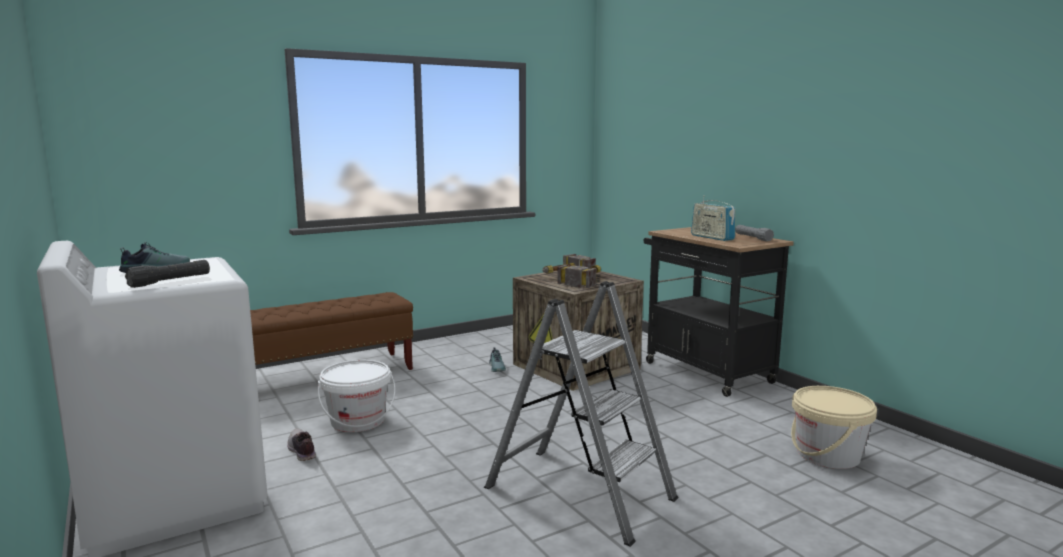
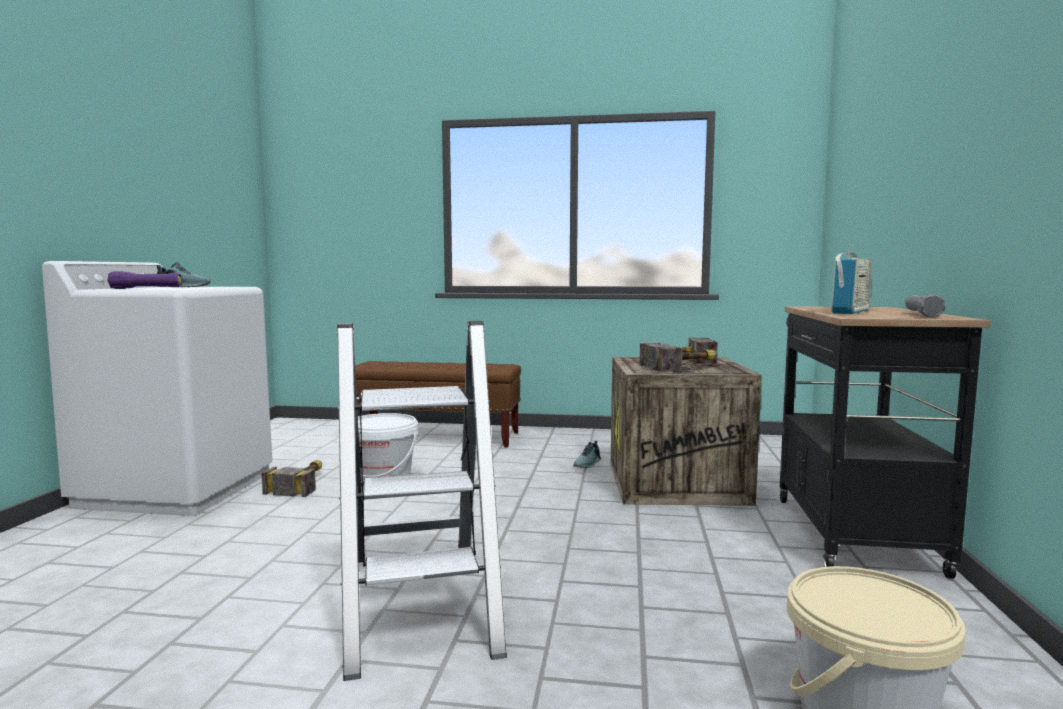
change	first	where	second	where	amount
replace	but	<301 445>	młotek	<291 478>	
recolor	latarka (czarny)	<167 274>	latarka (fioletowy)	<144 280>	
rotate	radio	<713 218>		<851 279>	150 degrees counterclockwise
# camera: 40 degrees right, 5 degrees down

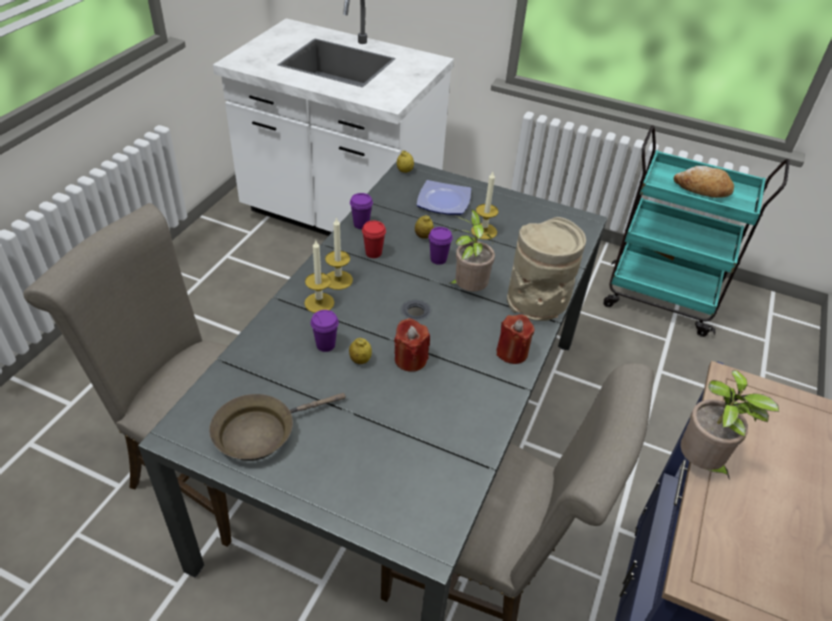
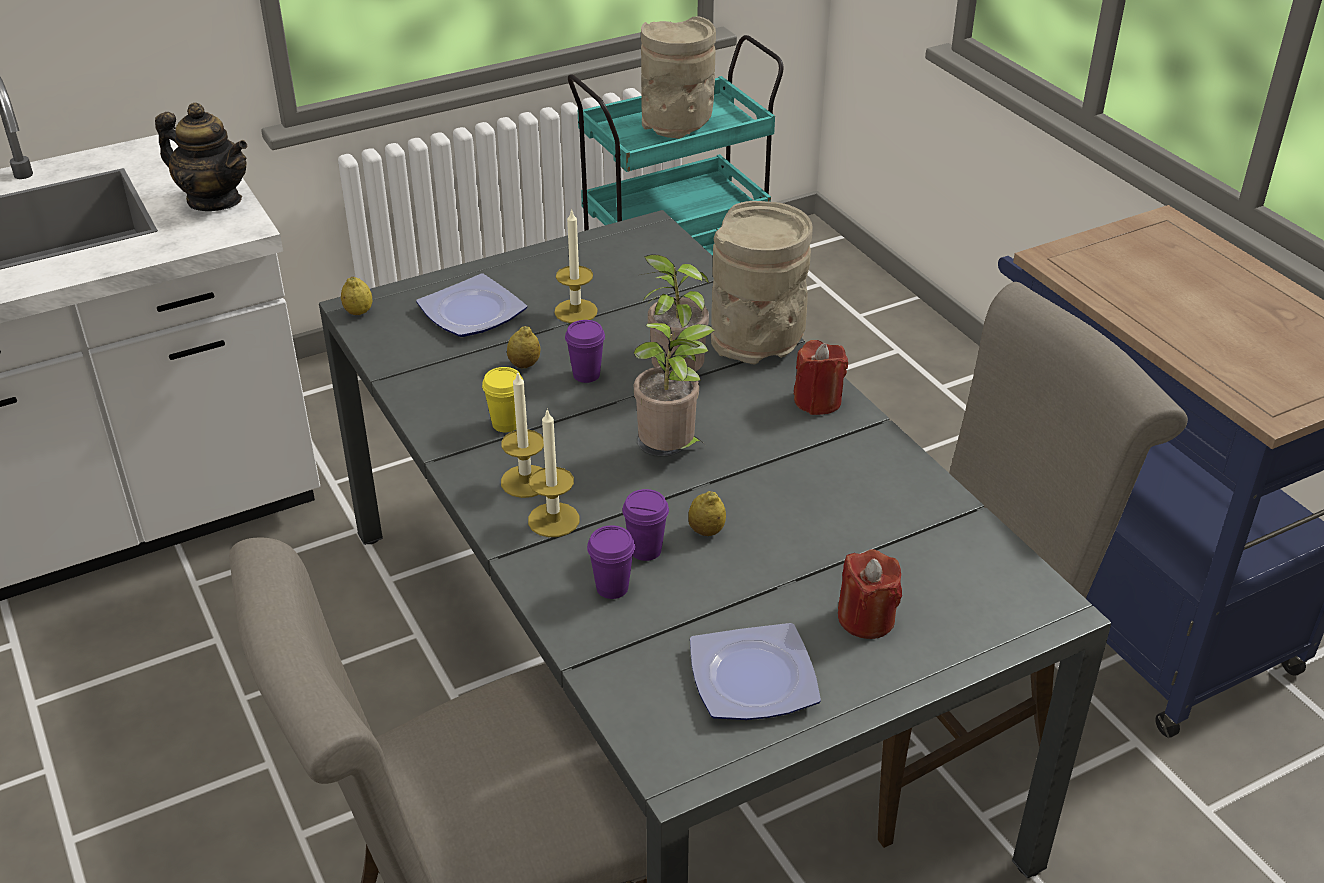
change	first	where	second	where	amount
insert			imbryk	<201 156>	
move	filiżanka (fioletowy)	<361 211>		<611 562>	
move	świeca (czerwony)	<412 345>		<870 594>	
move	roślina doniczkowa	<729 425>		<674 387>	
replace	patelnia (brązowy)	<277 427>	talerz	<755 671>	
replace	chleb	<703 182>	wazon (beżowy)	<678 77>	
recolor	filiżanka (czerwony)	<374 239>	filiżanka (żółty)	<502 399>	
# camera: 50 degrees left, 5 degrees down

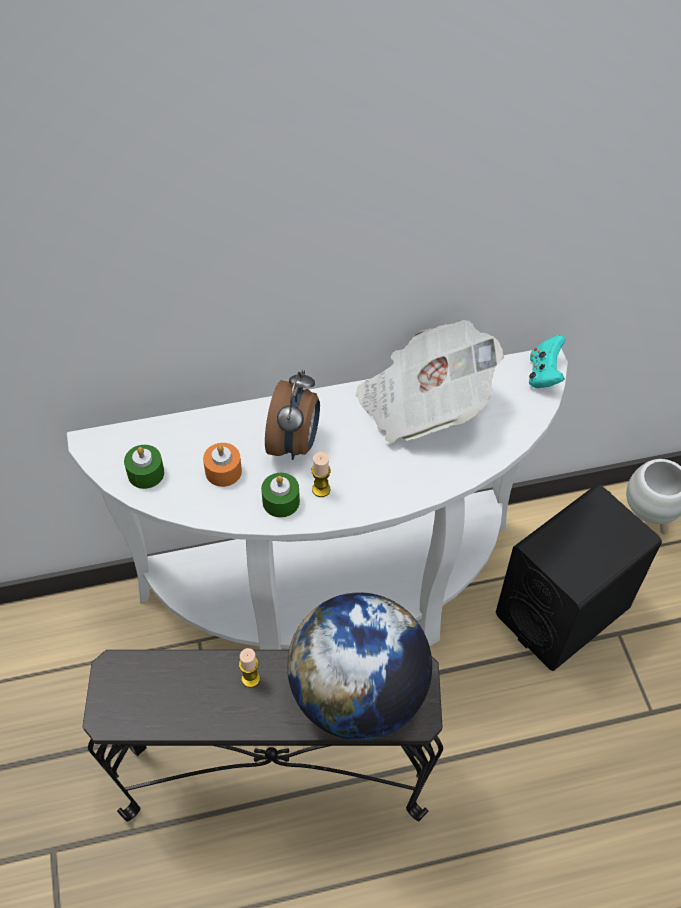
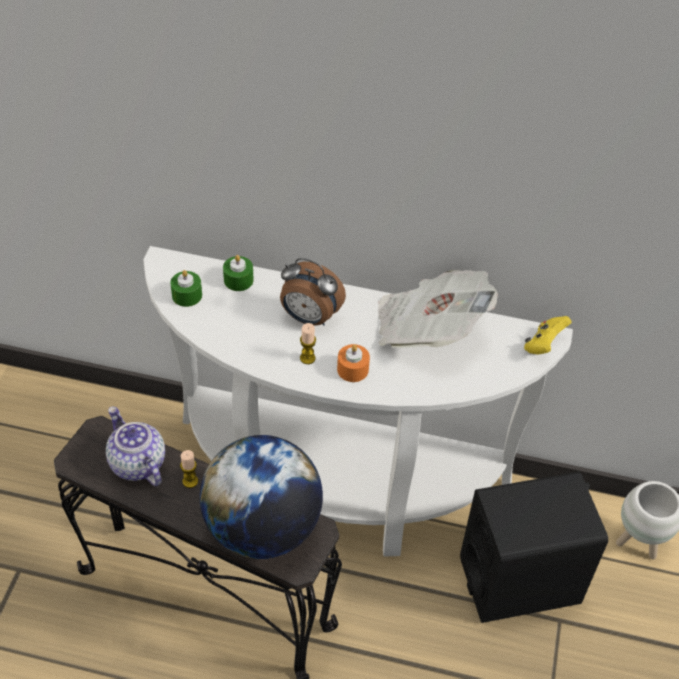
change	first	where	second	where	amount
insert			imbryk	<135 446>	
move	świeca (pomarańczowy)	<222 465>		<353 363>	
move	świeca (zielony)	<280 495>		<238 273>	
recolor	pad do gier (turkusowy)	<547 361>	pad do gier (żółty)	<547 335>	
rotate	budzik	<292 415>		<313 292>	75 degrees clockwise
# camera: 25 degrees right, 5 degrees down

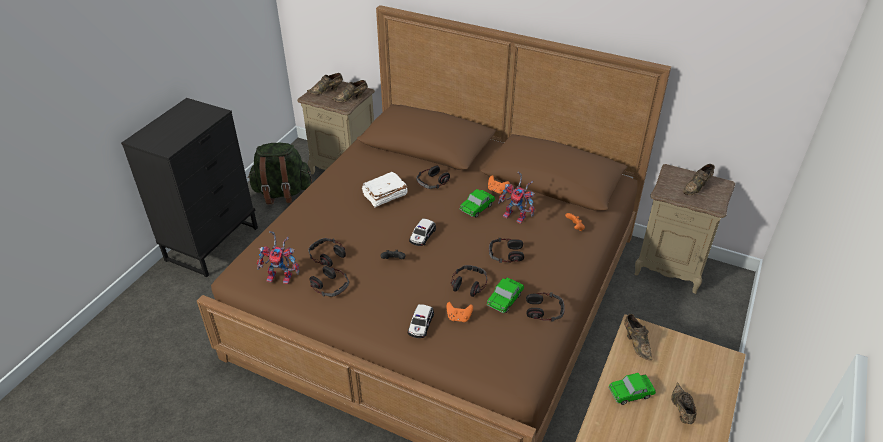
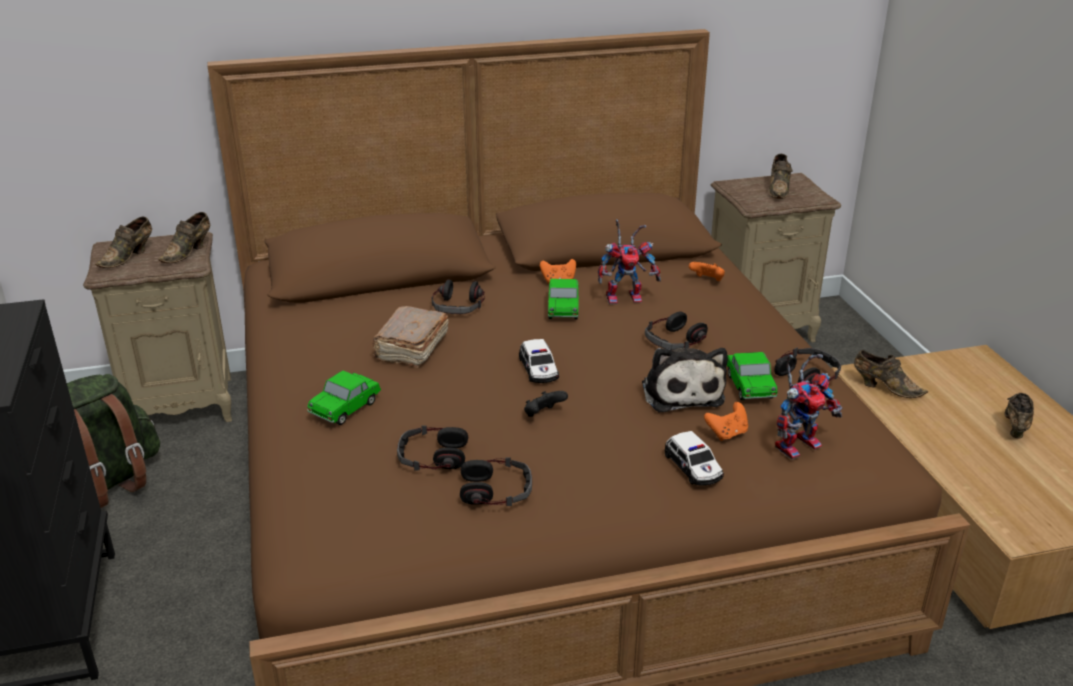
change	first	where	second	where	amount
move	robot zabawkowy	<278 257>		<808 407>	
move	samochodzik	<632 389>		<344 398>	
replace	słuchawki	<469 281>	pluszak	<685 380>	
recolor	książka (biały)	<384 190>	książka (brązowy)	<410 337>	
rotate	but (brązowy)	<684 403>		<1019 415>	60 degrees clockwise
# camera: 40 degrees left, 10 degrees down

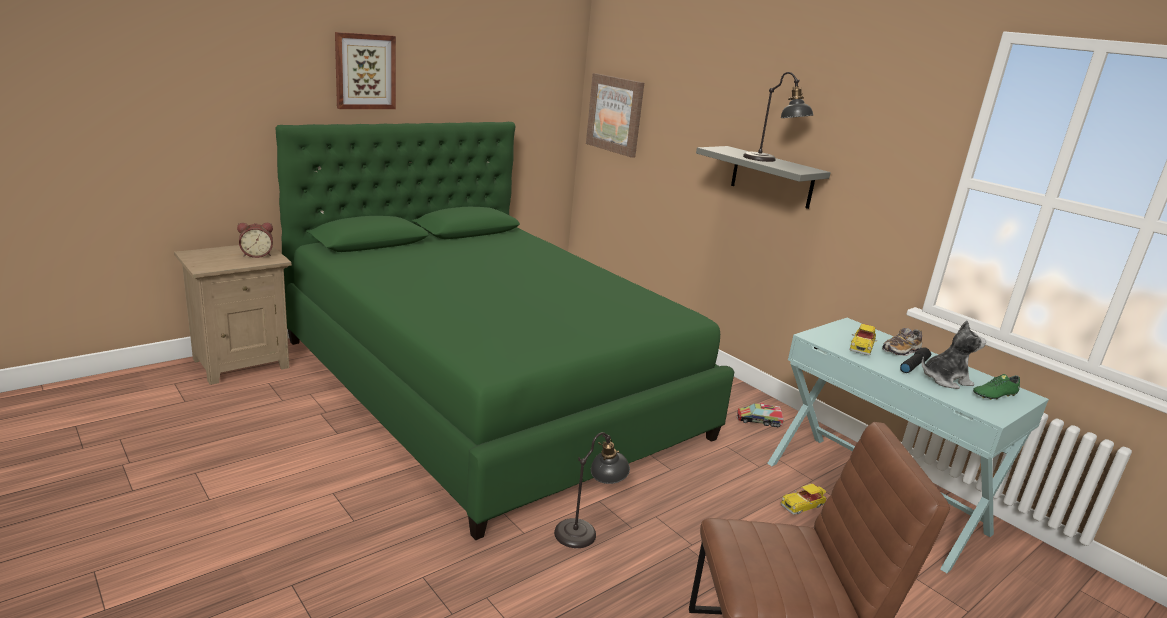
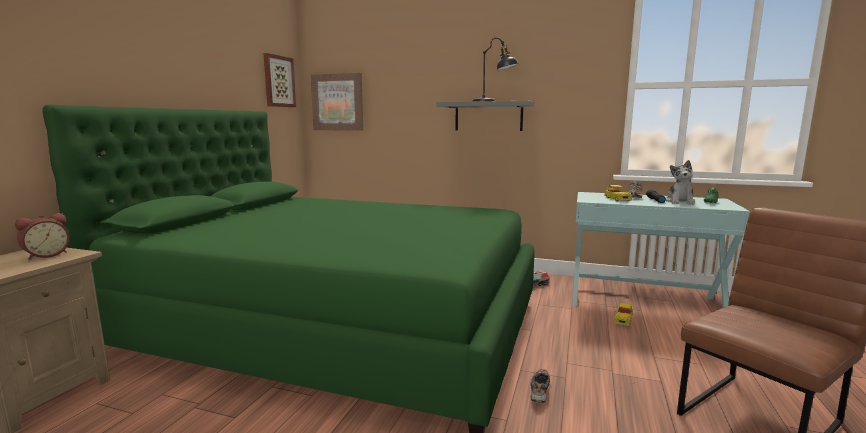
change	first	where	second	where	amount
move	obraz	<365 70>		<279 80>	
replace	lampa stołowa (szary)	<592 490>	but	<540 386>	
rotate	pluszak	<953 355>		<680 182>	150 degrees clockwise
# camera: 30 degrees left, 10 degrees down

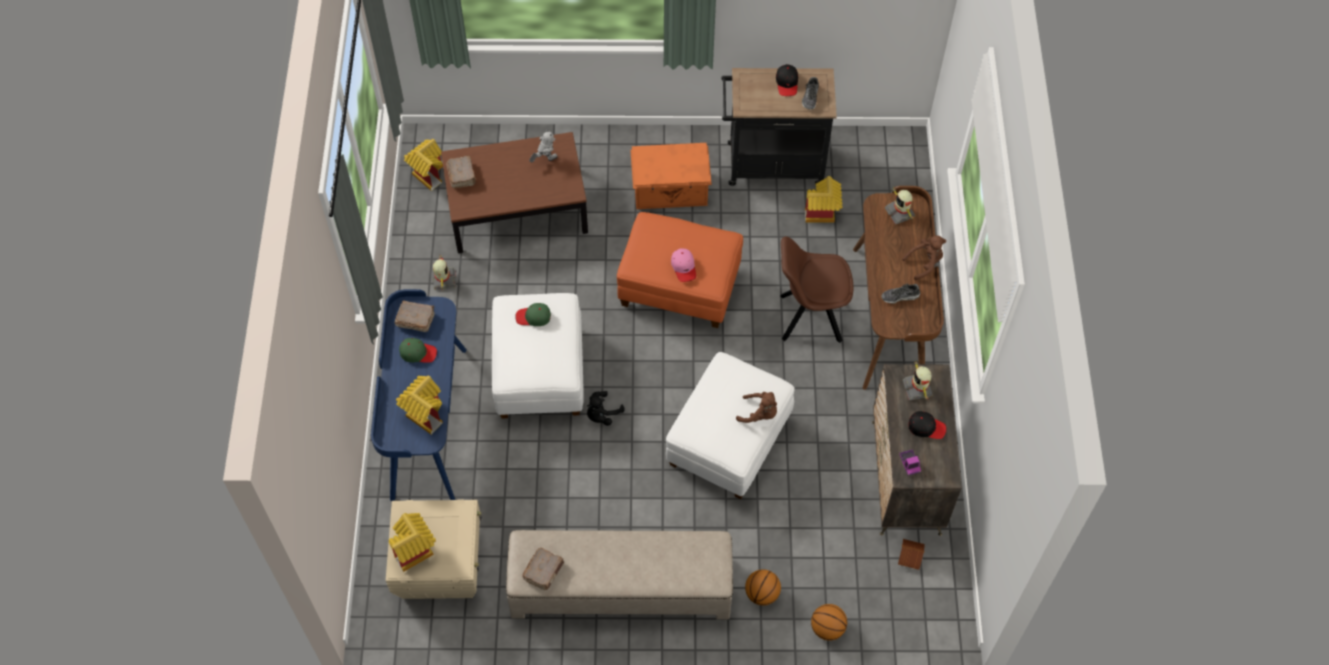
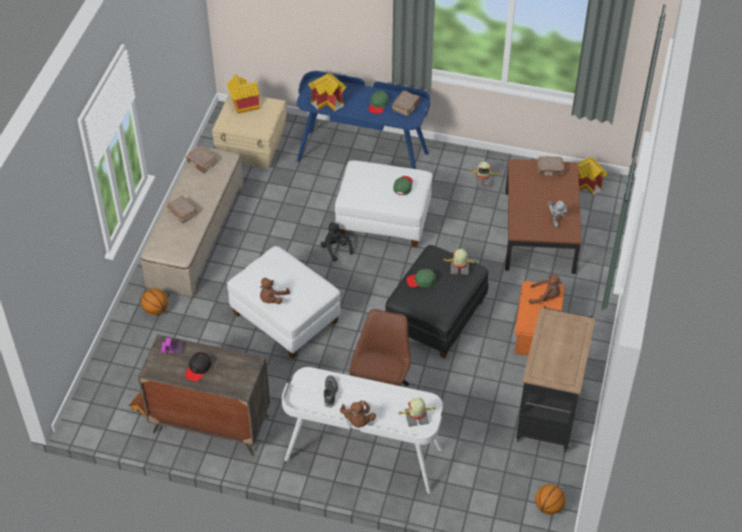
change	first	where	second	where	amount
delete	czapka z daszkiem (czarny)	<787 80>			
delete	but	<810 93>			
delete	domek	<824 199>			
insert			książka (brązowy)	<181 209>	
insert			pluszak (brązowy)	<545 289>	
move	piłka do koszykówki	<829 622>		<550 499>	
move	robot zabawkowy	<918 381>		<459 262>	
recolor	pufa (pomarańczowy)	<680 270>	pufa (czarny)	<437 301>	
recolor	czapka z daszkiem (różowy)	<683 265>	czapka z daszkiem (zielony)	<421 278>	
recolor	biurko (brązowy)	<898 288>	biurko (biały)	<362 430>	
# camera: 105 degrees right, 10 degrees down

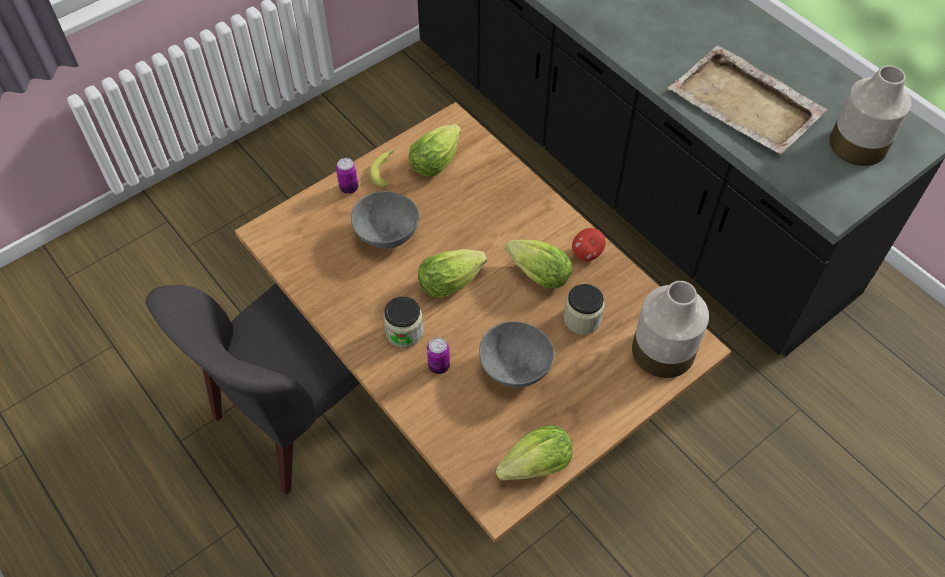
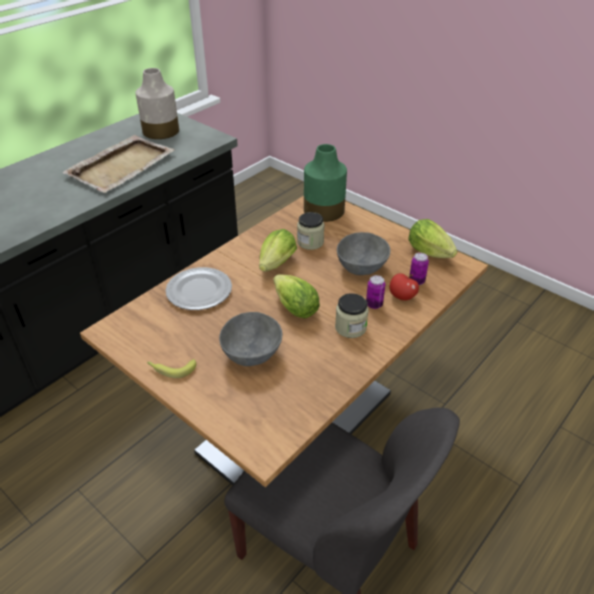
change	first	where	second	where	amount
delete	sałata	<434 150>			
insert			talerz	<198 288>	
move	puszka	<347 176>		<419 269>	
move	jabłko	<589 244>		<404 287>	
recolor	wazon (beżowy)	<670 329>	wazon (zielony)	<325 183>	
# camera: 100 degrees left, 15 degrees down

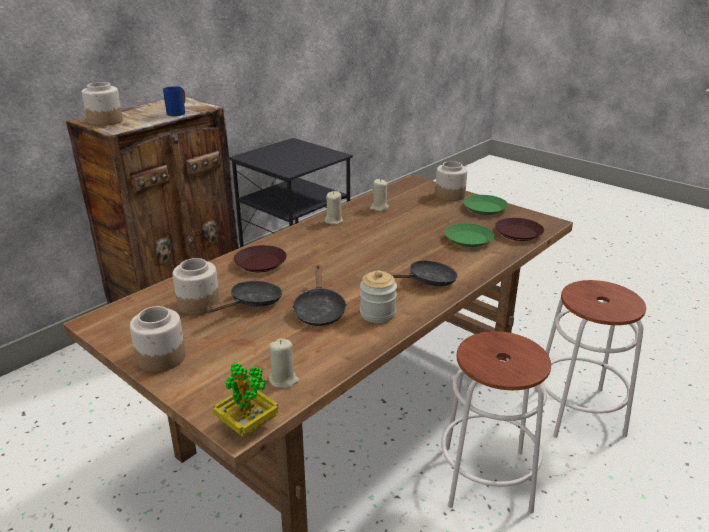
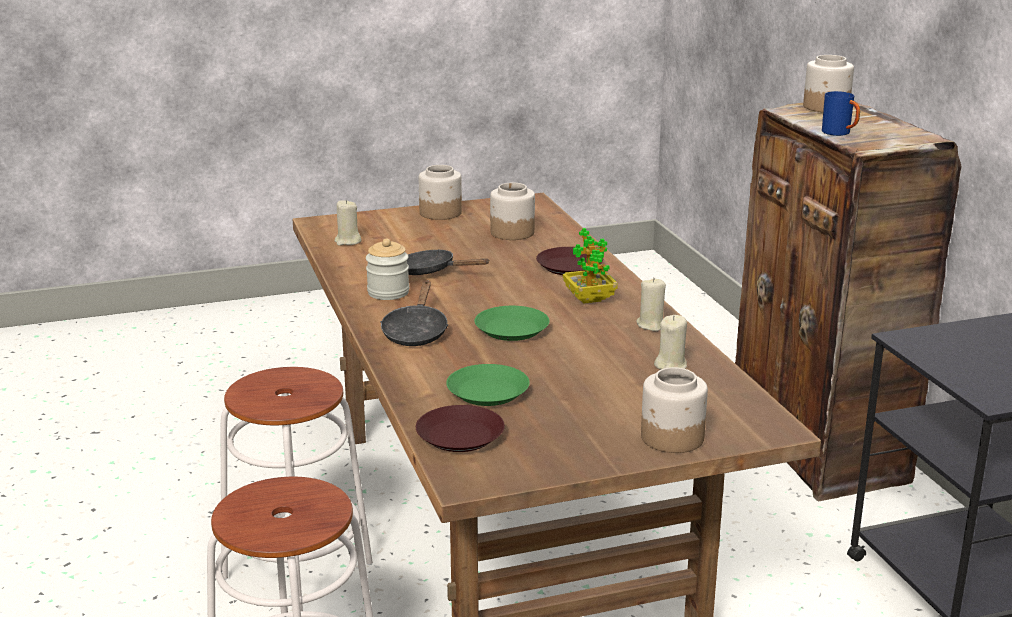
change	first	where	second	where	amount
delete	patelnia (czarny)	<244 297>			
move	roślina doniczkowa	<245 400>		<590 265>	
move	talerz (zielony)	<485 205>		<512 323>	
# camera: 120 degrees right, 5 degrees down

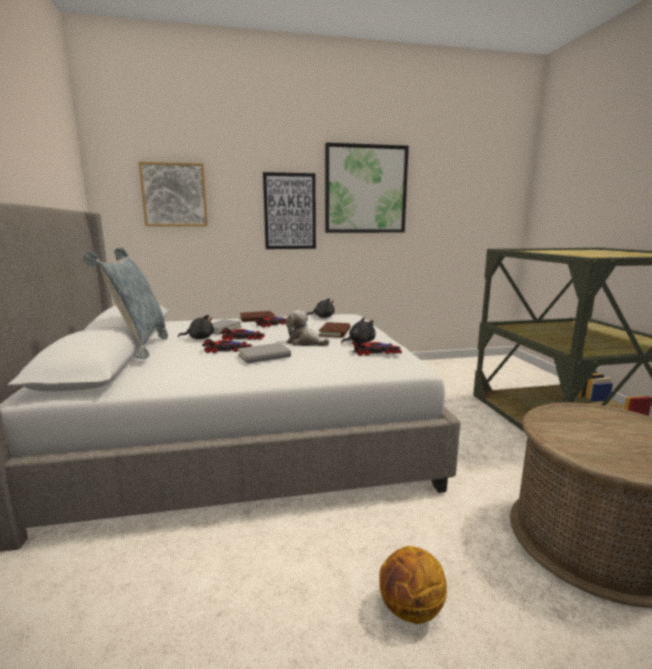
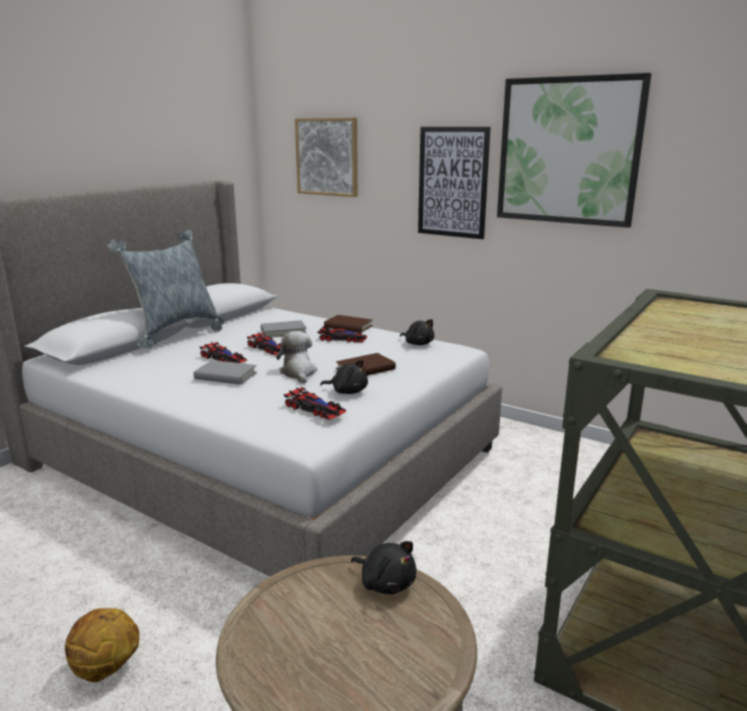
change	first	where	second	where	amount
move	pluszak (czarny)	<196 327>		<383 567>	
# camera: 45 degrees right, 5 degrees up

